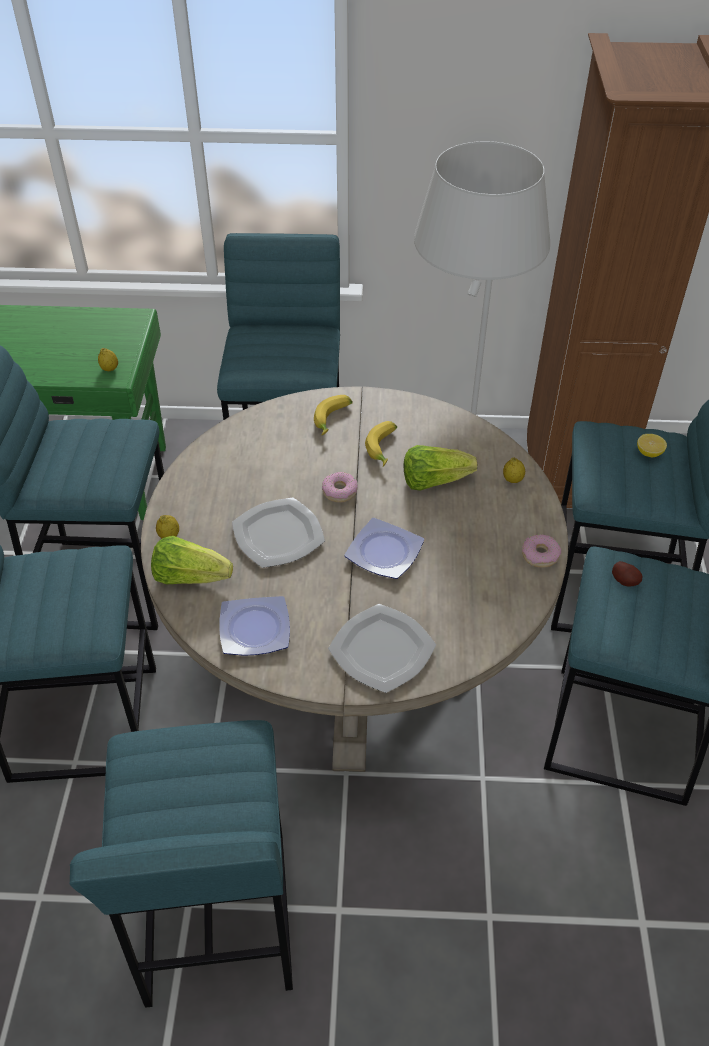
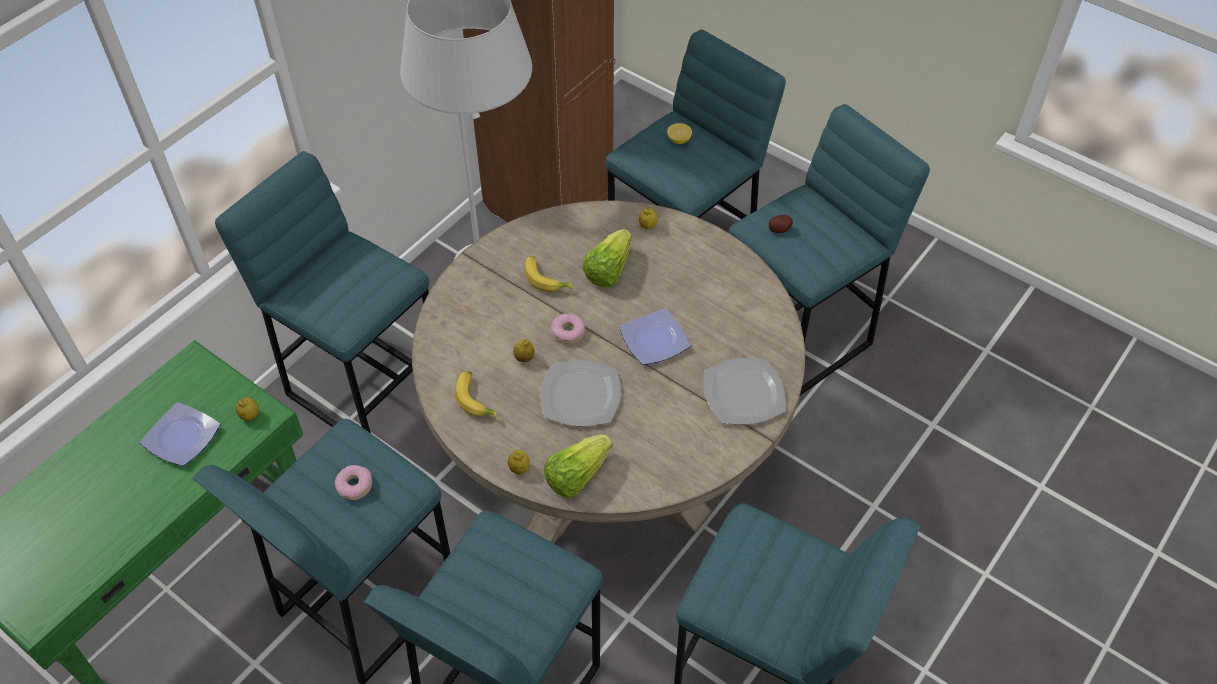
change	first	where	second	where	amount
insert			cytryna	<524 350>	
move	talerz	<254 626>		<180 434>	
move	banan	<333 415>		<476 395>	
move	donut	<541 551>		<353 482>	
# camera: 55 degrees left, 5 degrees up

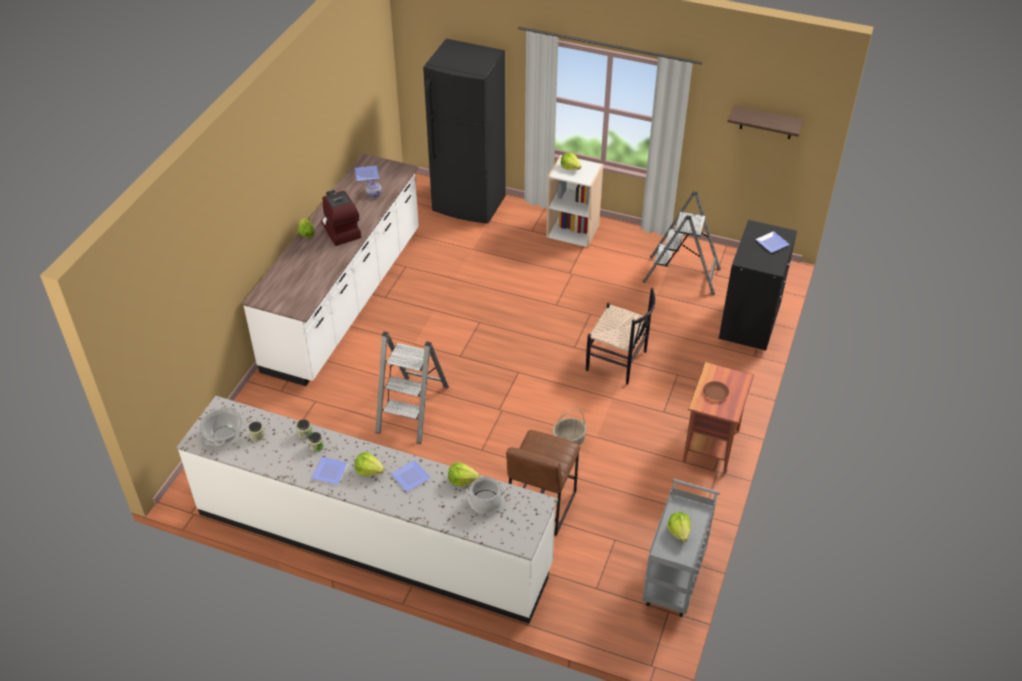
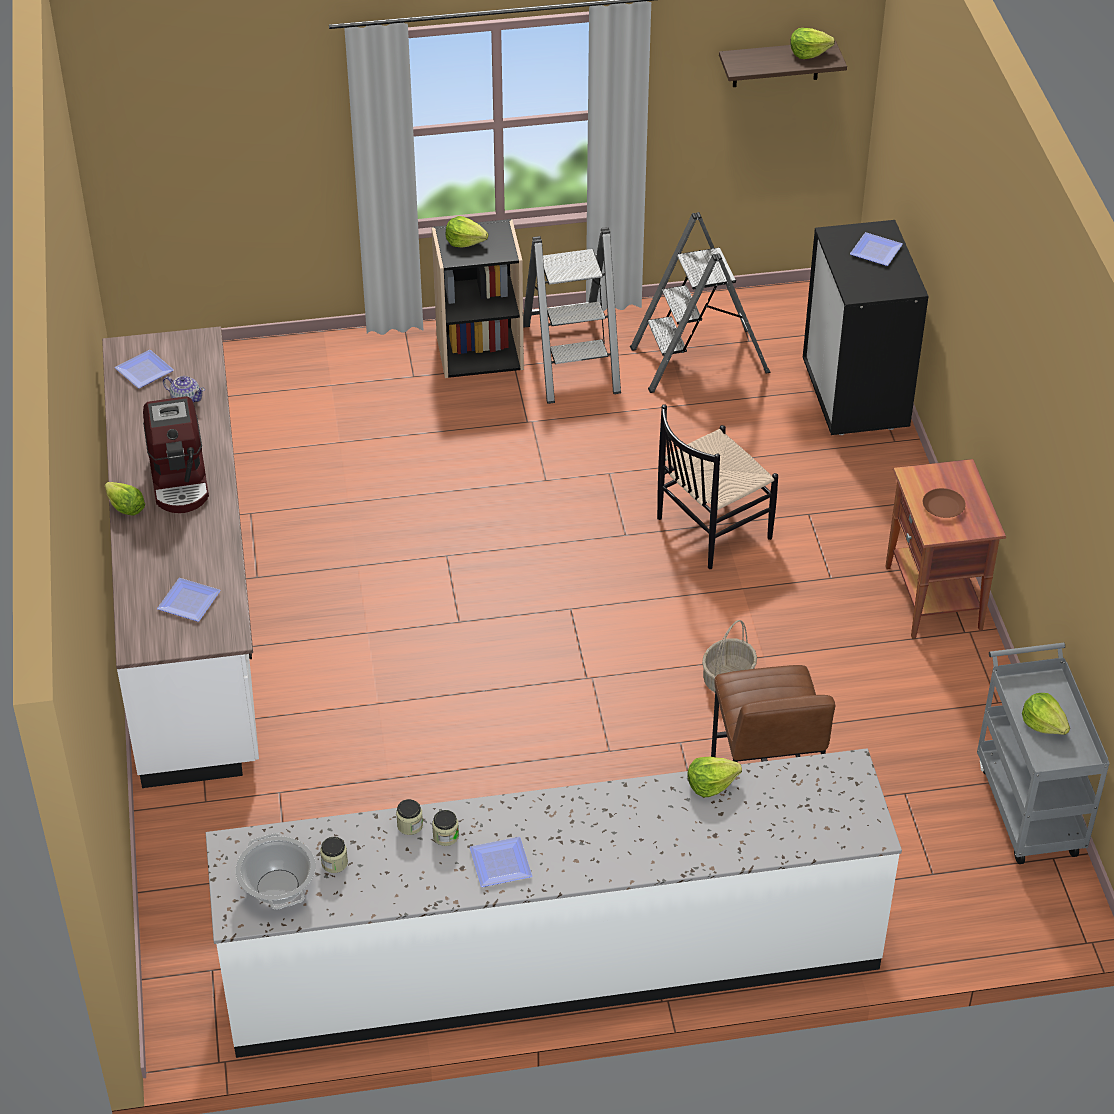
change	first	where	second	where	amount
delete	lodówka (czarny)	<464 131>			
delete	garnek	<485 495>			
move	sałata	<369 464>		<812 43>	
move	drabinka (szary)	<412 388>		<572 315>	
move	talerz	<411 476>		<189 600>	
recolor	regał (biały)	<574 201>	regał (czarny)	<478 298>	
rotate	ekspres do kawy	<341 218>		<176 454>	135 degrees counterclockwise
rotate	krzesło (czarny)	<621 336>		<717 486>	150 degrees clockwise
# camera: 30 degrees left, 0 degrees up

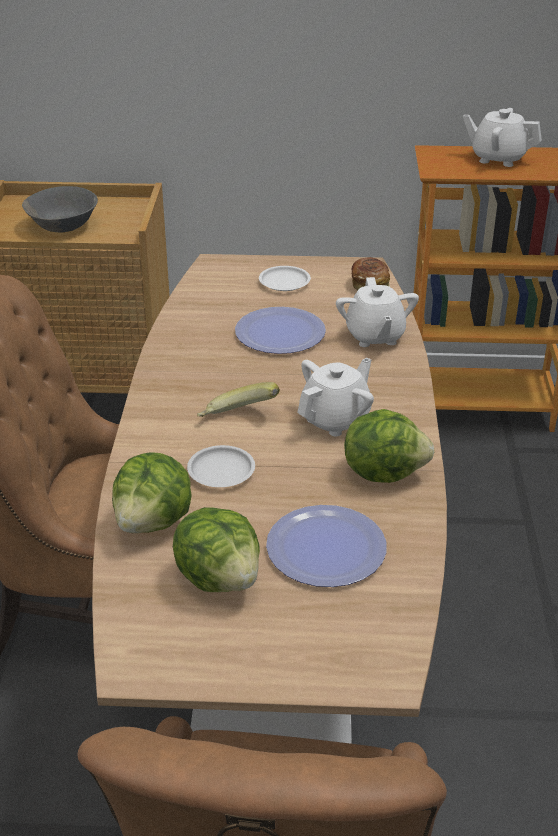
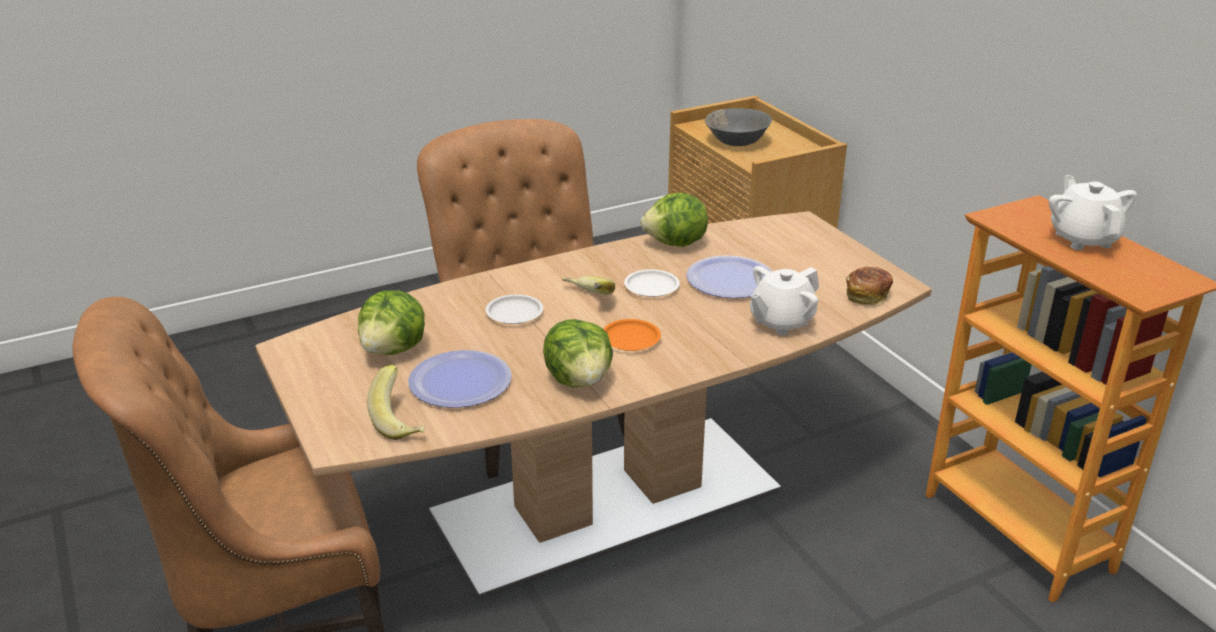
change	first	where	second	where	amount
insert			banan	<395 402>	
move	sałata	<152 493>		<674 220>	
move	talerz (biały)	<285 278>		<652 283>	
replace	imbryk (biały)	<335 397>	talerz (pomarańczowy)	<632 335>	
# camera: 60 degrees right, 5 degrees down

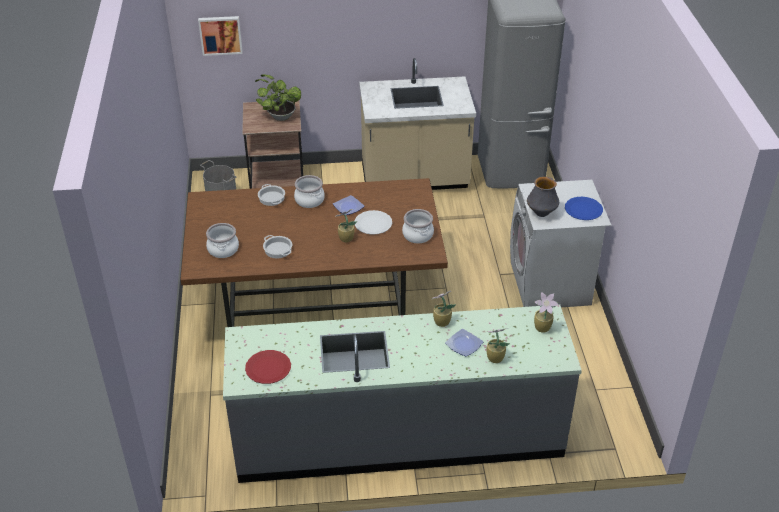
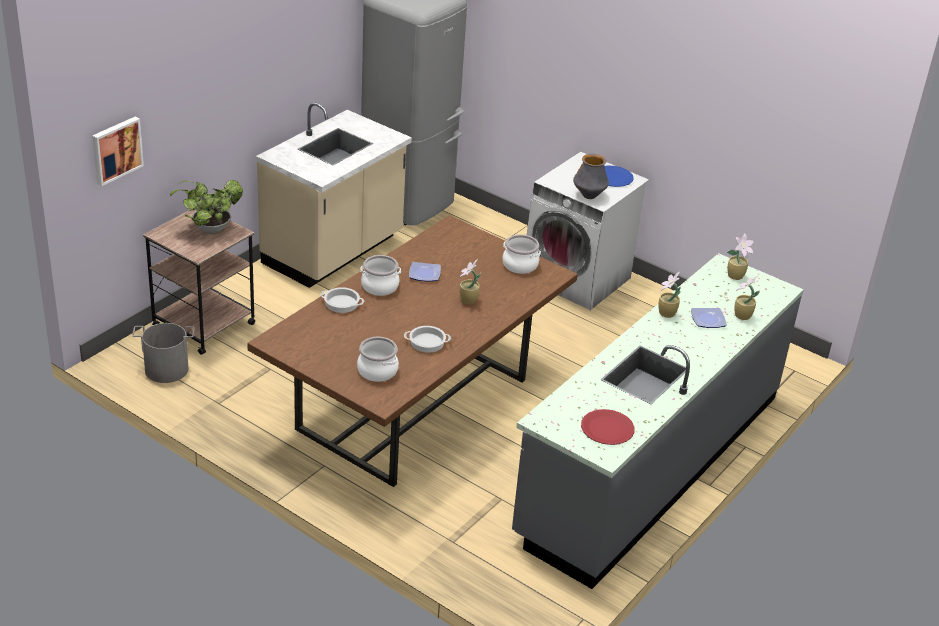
change	first	where	second	where	amount
delete	talerz (biały)	<373 222>			
# camera: 50 degrees left, 5 degrees down

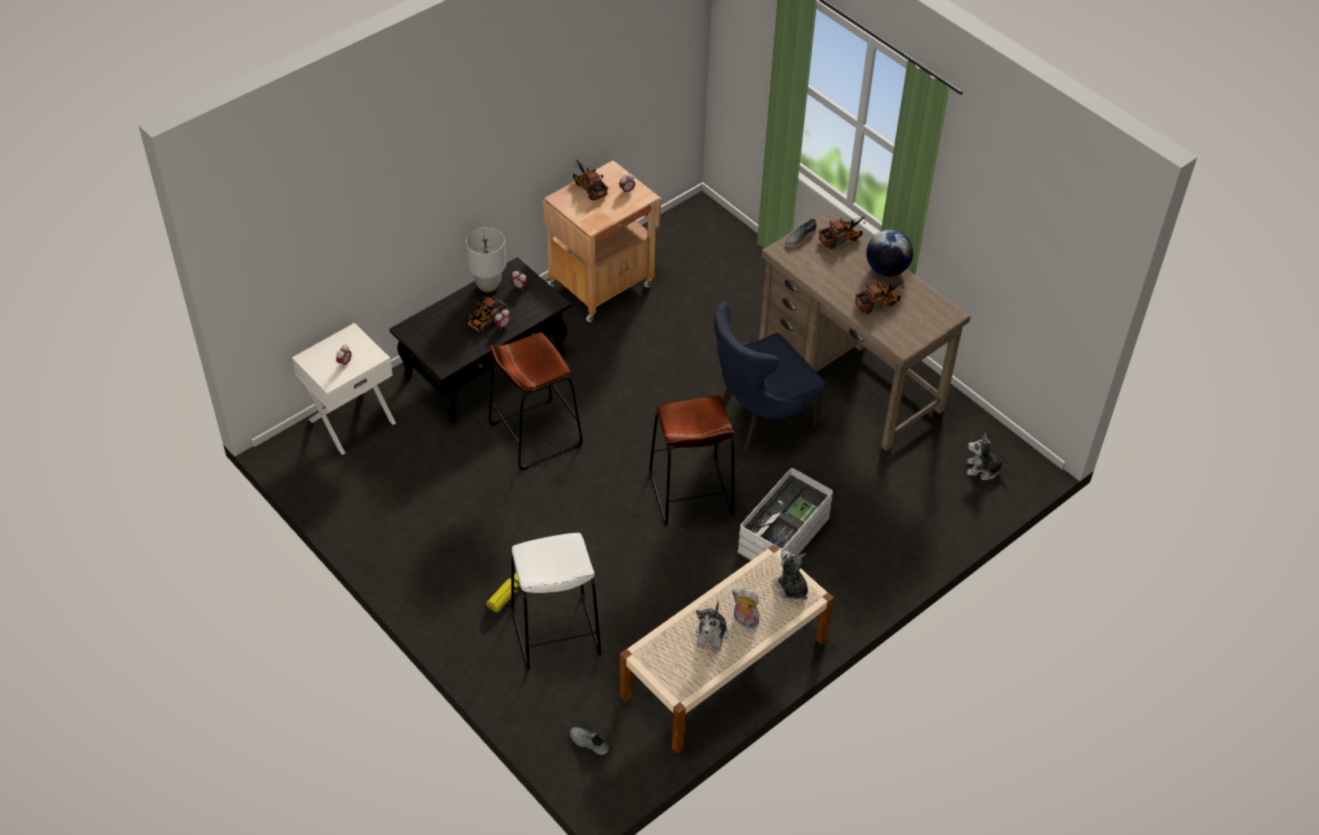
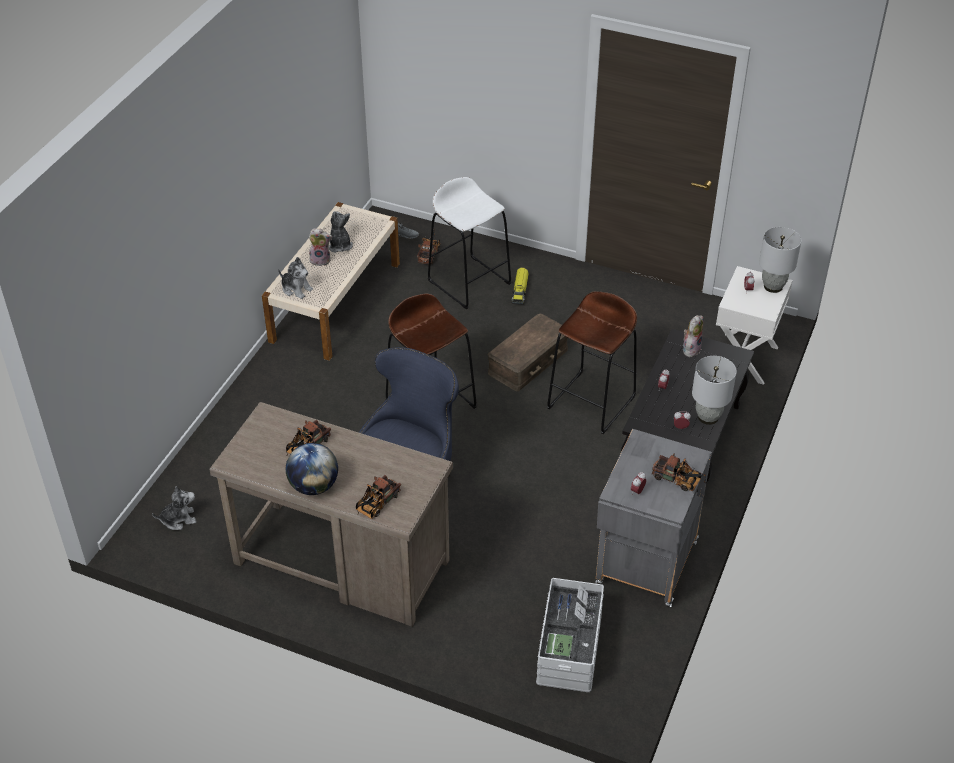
change	first	where	second	where	amount
delete	but (szary)	<801 233>			
insert			pojemnik do przechowywania (brązowy)	<528 352>	
insert			pluszak	<693 336>	
insert			lampa stołowa (biały)	<780 260>	
move	ciężarówka zabawkowa	<486 314>		<428 246>	
move	pojemnik do przechowywania (biały)	<785 521>		<570 635>	
recolor	wózek (brązowy)	<602 241>	wózek (szary)	<653 518>	
# camera: 155 degrees right, 5 degrees down

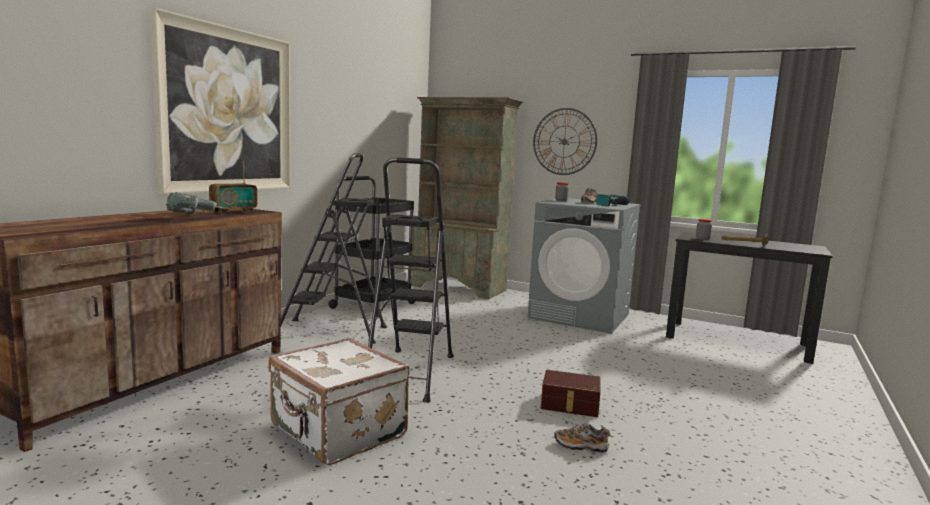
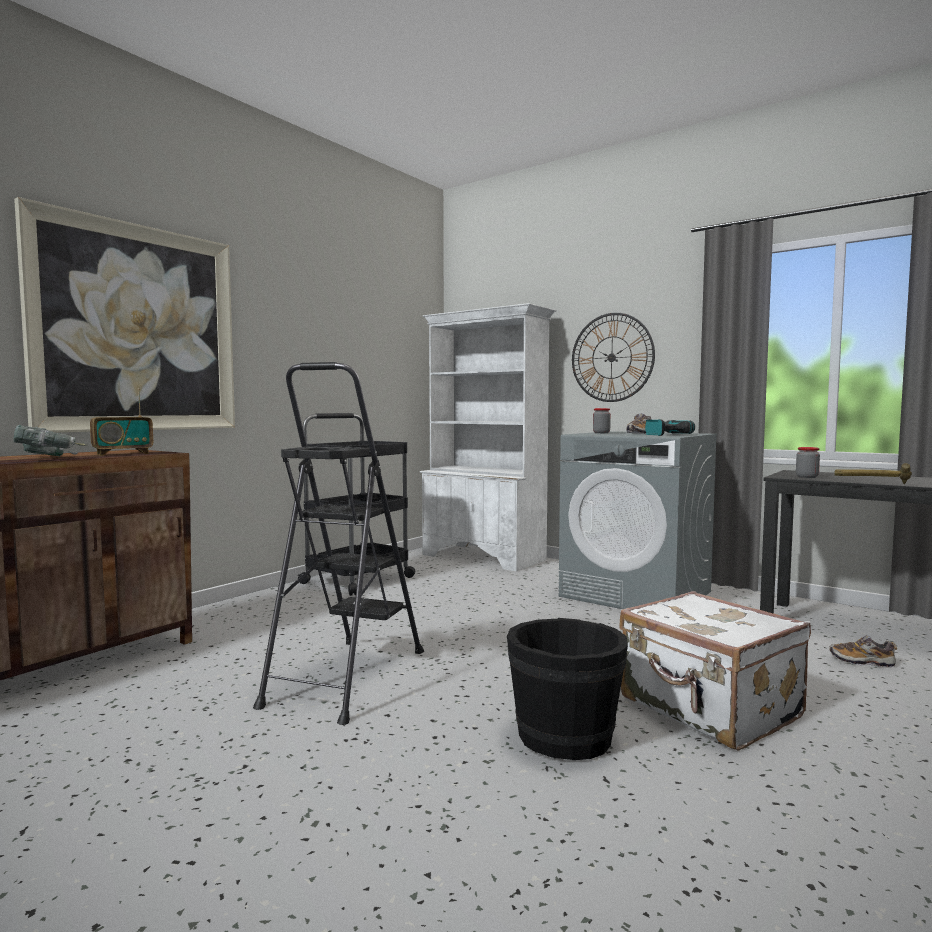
change	first	where	second	where	amount
delete	drabinka	<334 248>			
move	walizka (biały)	<339 401>		<715 671>	
move	but	<582 437>		<863 651>	
replace	pojemnik do przechowywania (brązowy)	<571 393>	wiadro (czarny)	<567 689>	
recolor	regał (zielony)	<467 198>	regał (biały)	<488 437>	
# camera: 10 degrees right, 5 degrees down

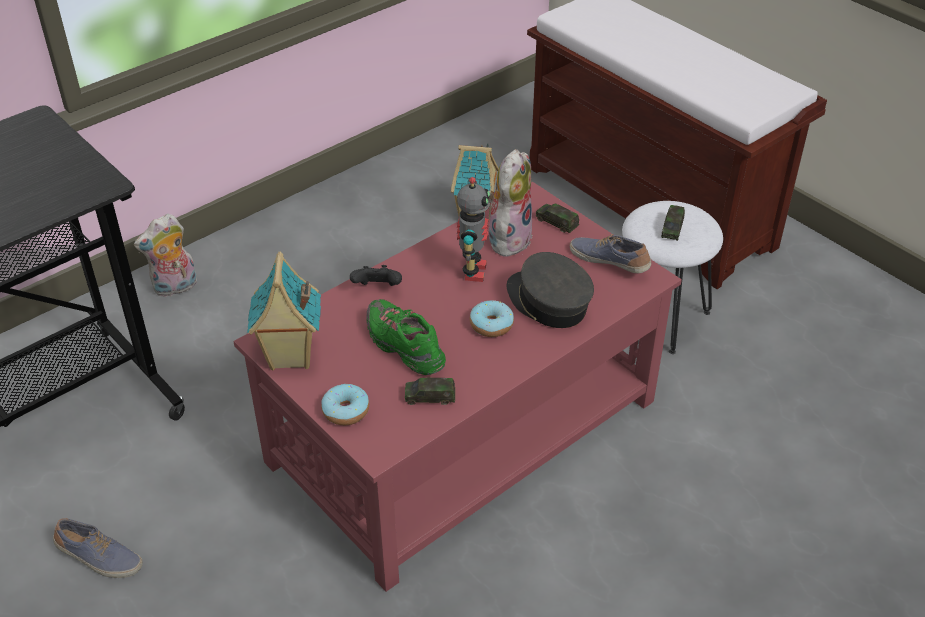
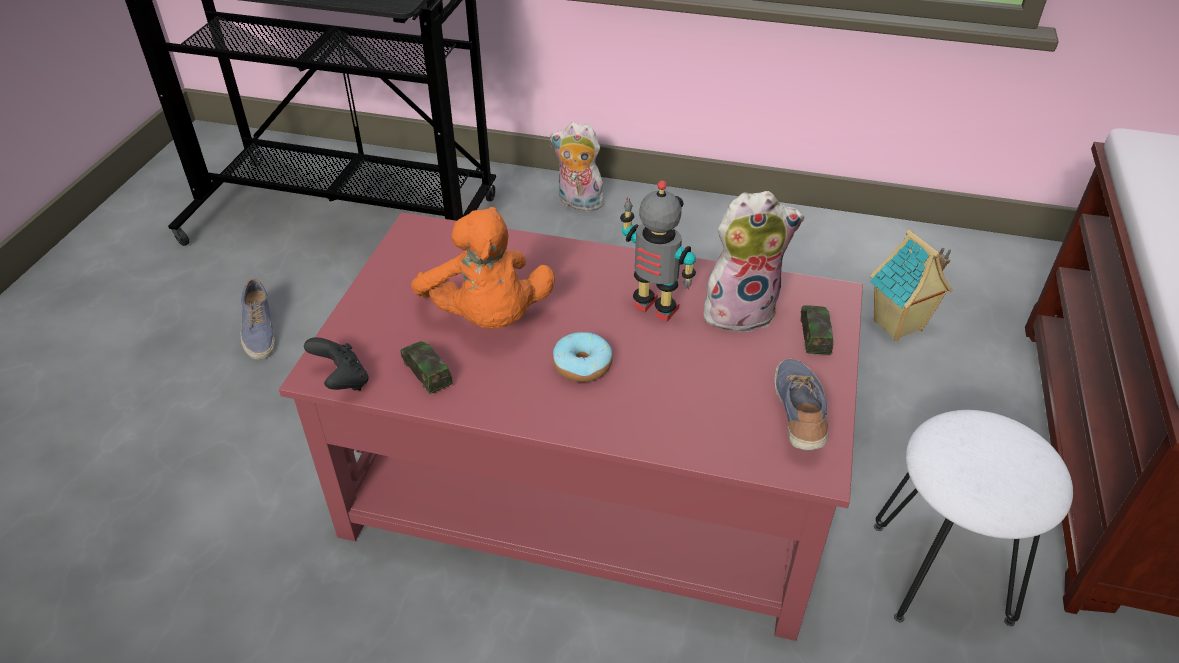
change	first	where	second	where	amount
delete	domek	<284 311>			
delete	donut	<345 404>			
delete	czapka z daszkiem (szary)	<550 290>			
delete	samochodzik	<673 223>			
move	pad do gier (czarny)	<376 275>		<336 364>	
replace	but (zielony)	<406 337>	pluszak (pomarańczowy)	<483 268>	
rotate	robot zabawkowy	<473 229>		<658 251>	120 degrees counterclockwise
# camera: 55 degrees right, 0 degrees up

